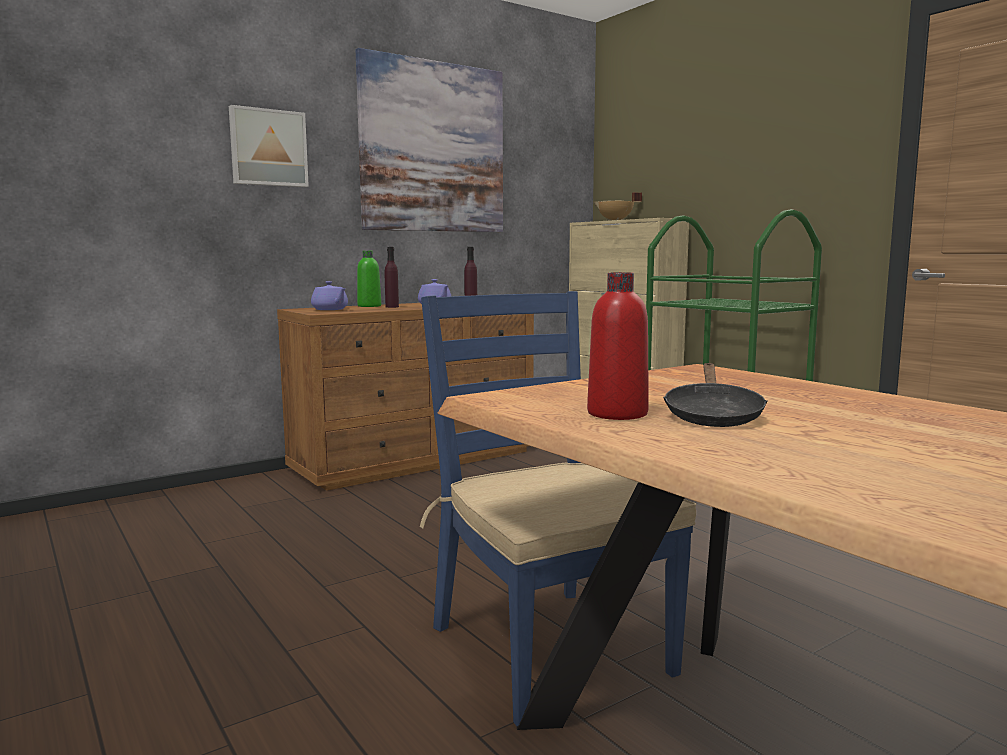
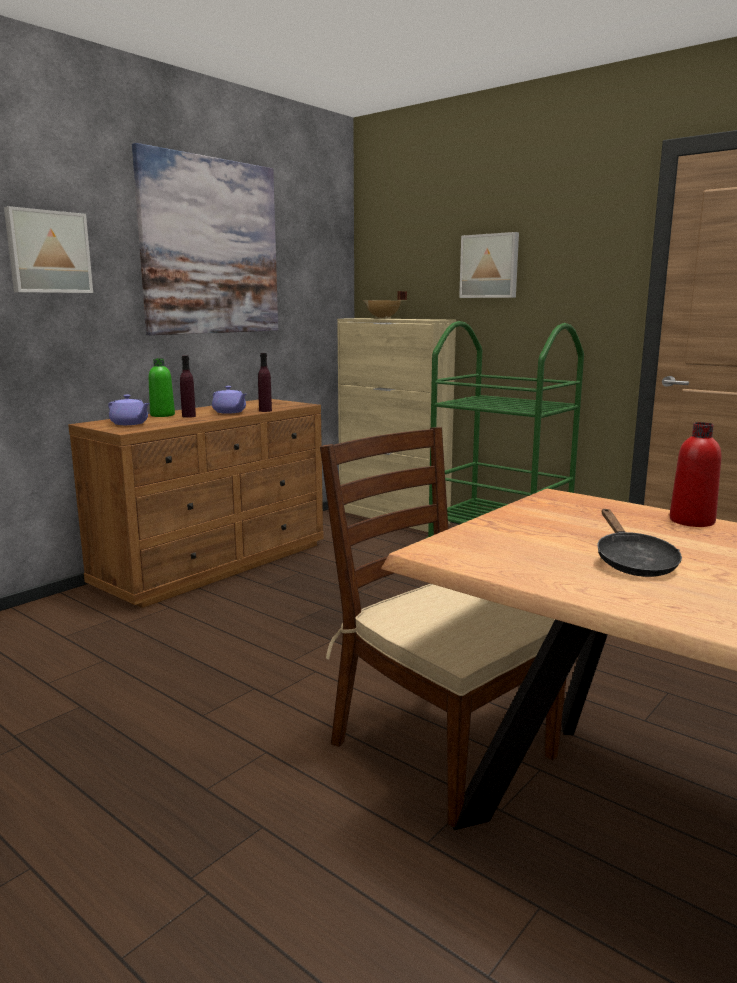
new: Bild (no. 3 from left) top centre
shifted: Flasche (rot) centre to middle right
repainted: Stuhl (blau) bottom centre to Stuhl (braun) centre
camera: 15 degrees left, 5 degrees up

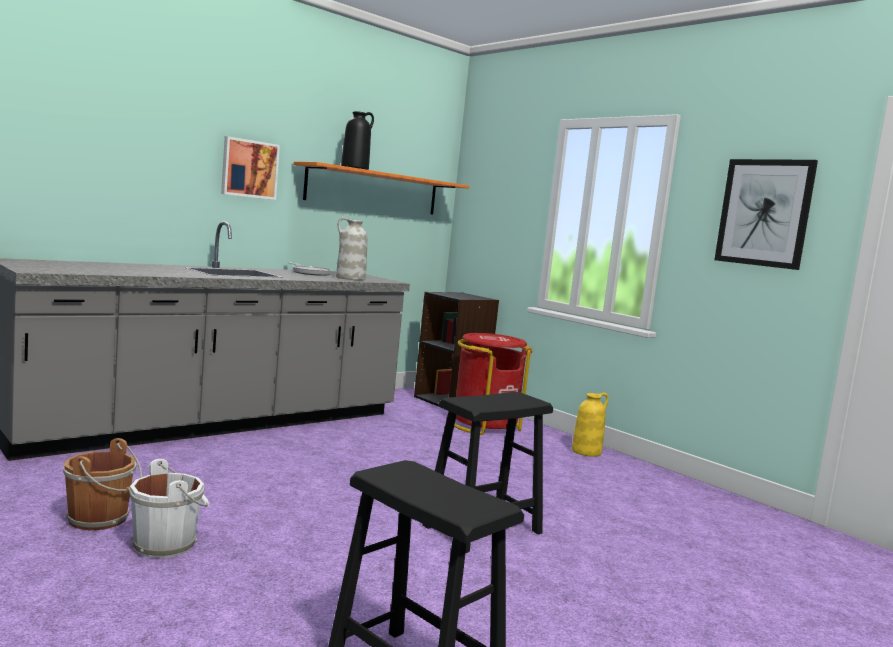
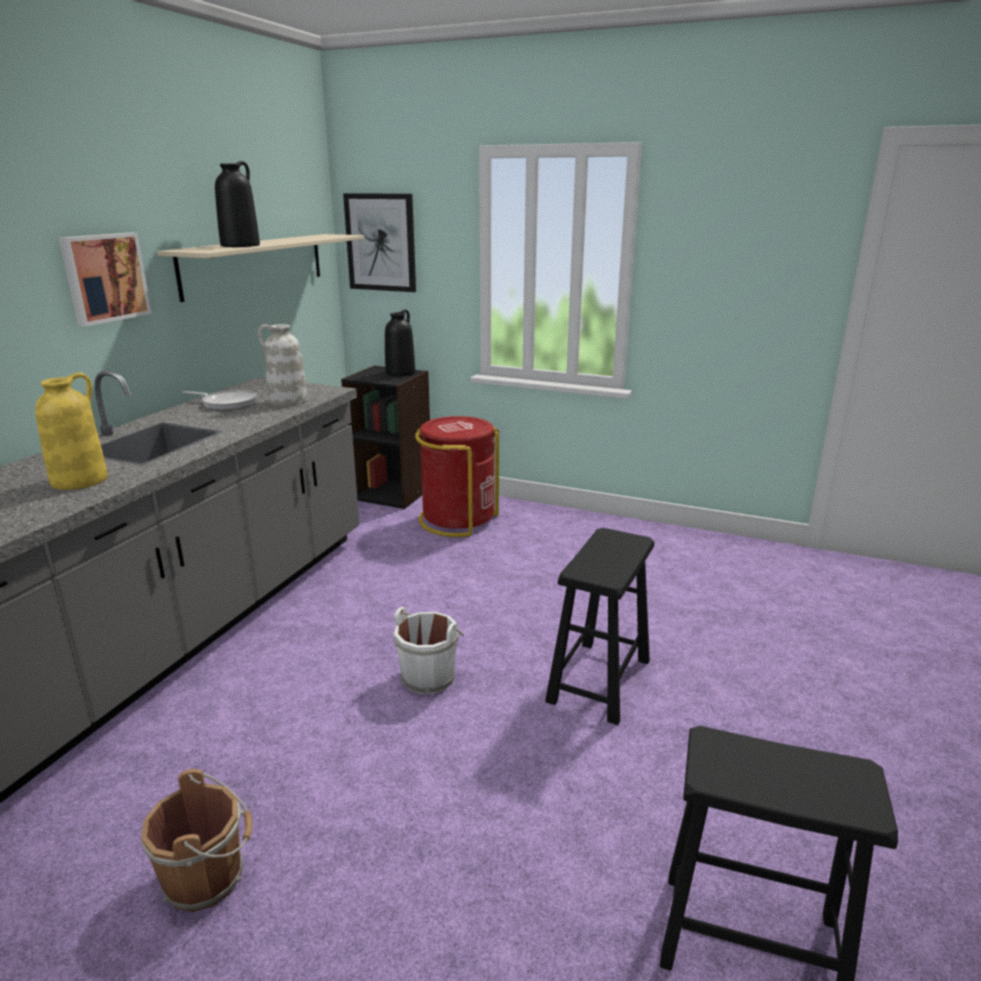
new: Vase (schwarz) (no. 2 from left) centre
shifted: Eimer (weiß) bottom left to centre; Vase (gelb) centre to middle left; Bild (no. 2 from left) top right to top centre
repainted: Wandregal (orange) top centre to Wandregal (beige) top left
camera: 25 degrees left, 15 degrees up

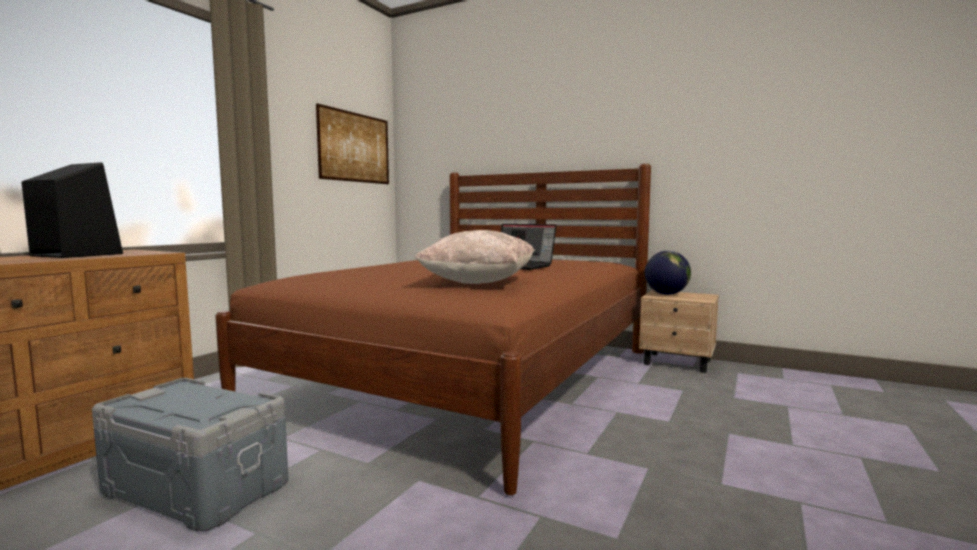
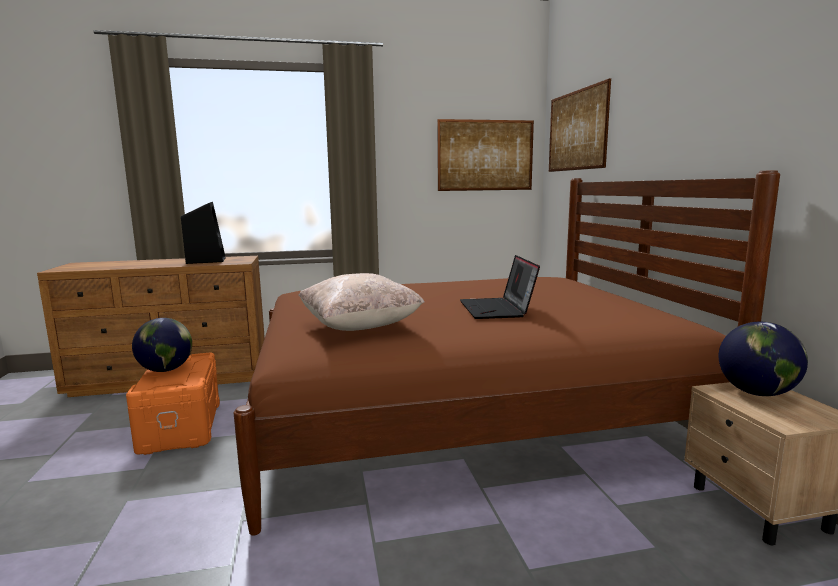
new: Globus (no. 1 from left) middle left; Bild (no. 2 from left) top right
repainted: Aufbewahrungsbox (grau) bottom left to Aufbewahrungsbox (orange) bottom left
camera: 50 degrees right, 5 degrees up

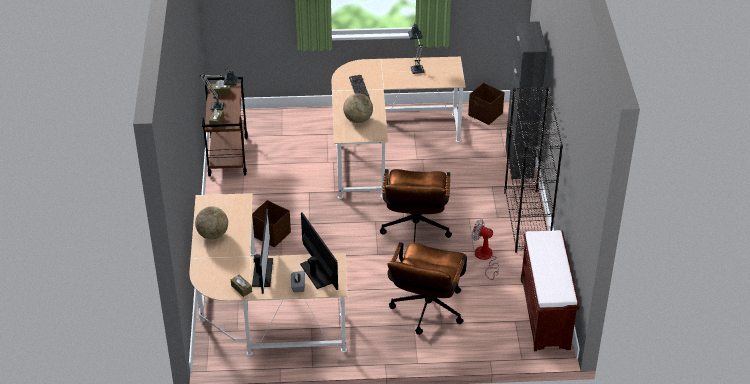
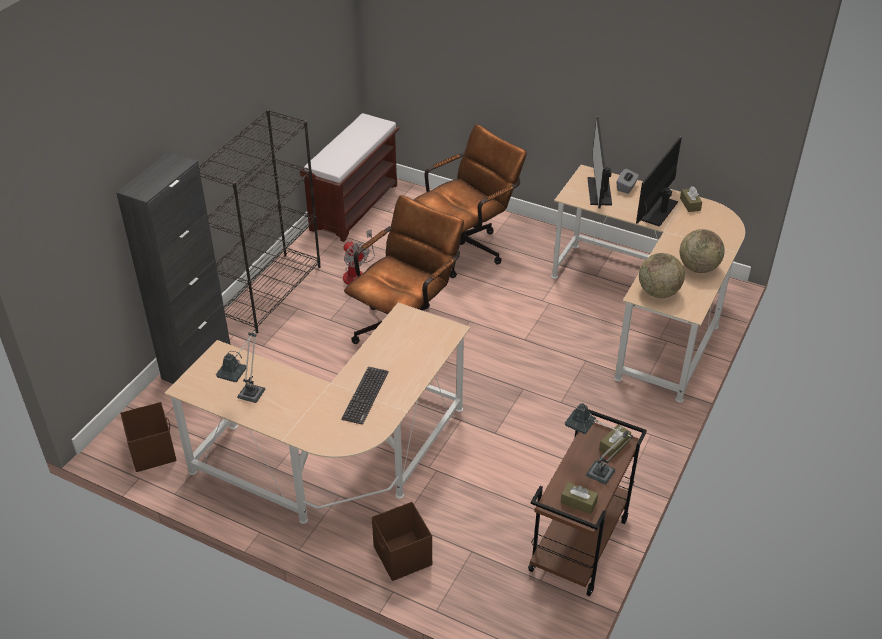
shifted: Aufbewahrungsbox (braun) (no. 1 from left in the first image) centre to Aufbewahrungsbox (braun) (no. 2 from left) bottom centre; Globus (no. 2 from left in the first image) top centre to Globus (no. 1 from left) middle right
camera: 150 degrees left, 0 degrees up

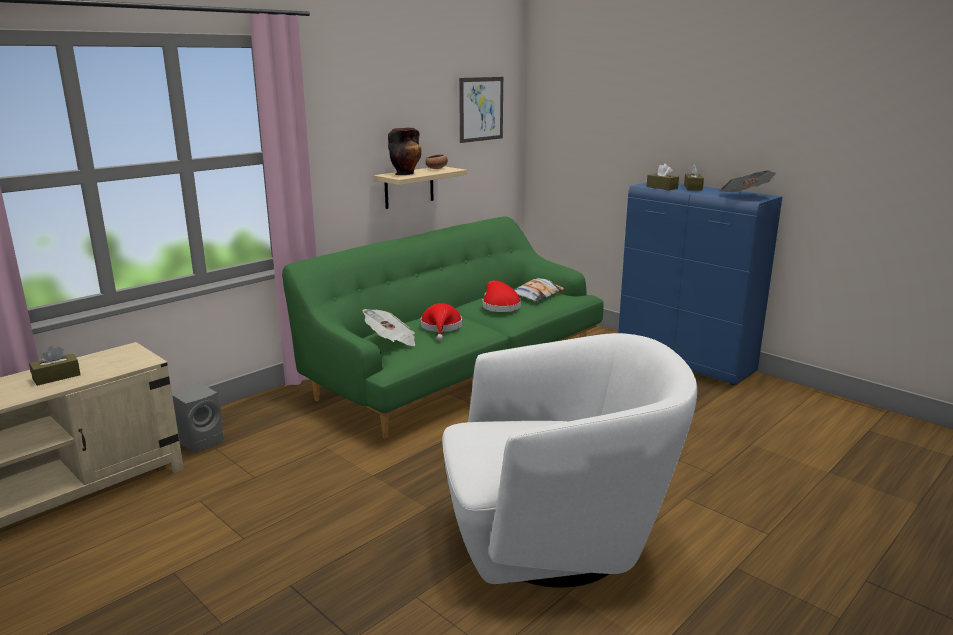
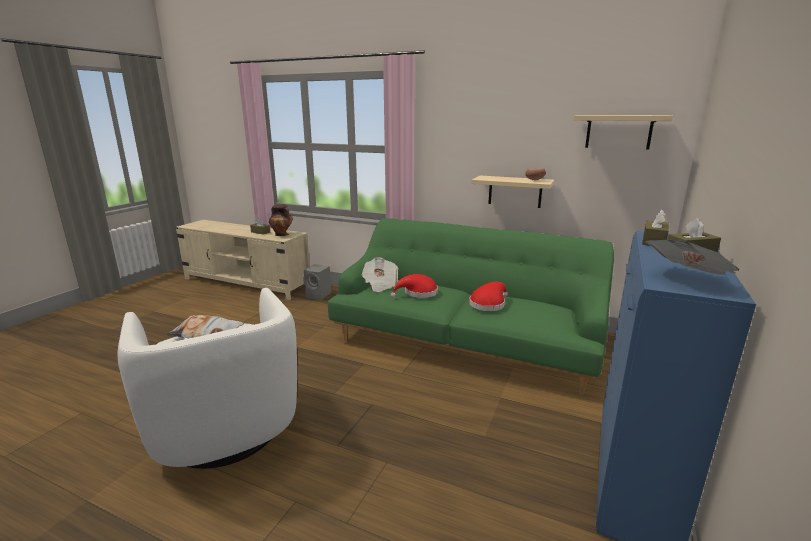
shifted: Vase top centre to centre; Kissen centre to middle left
swapped: Bild top centre to Wandregal (beige) (no. 2 from left) top right
camera: 70 degrees right, 0 degrees up

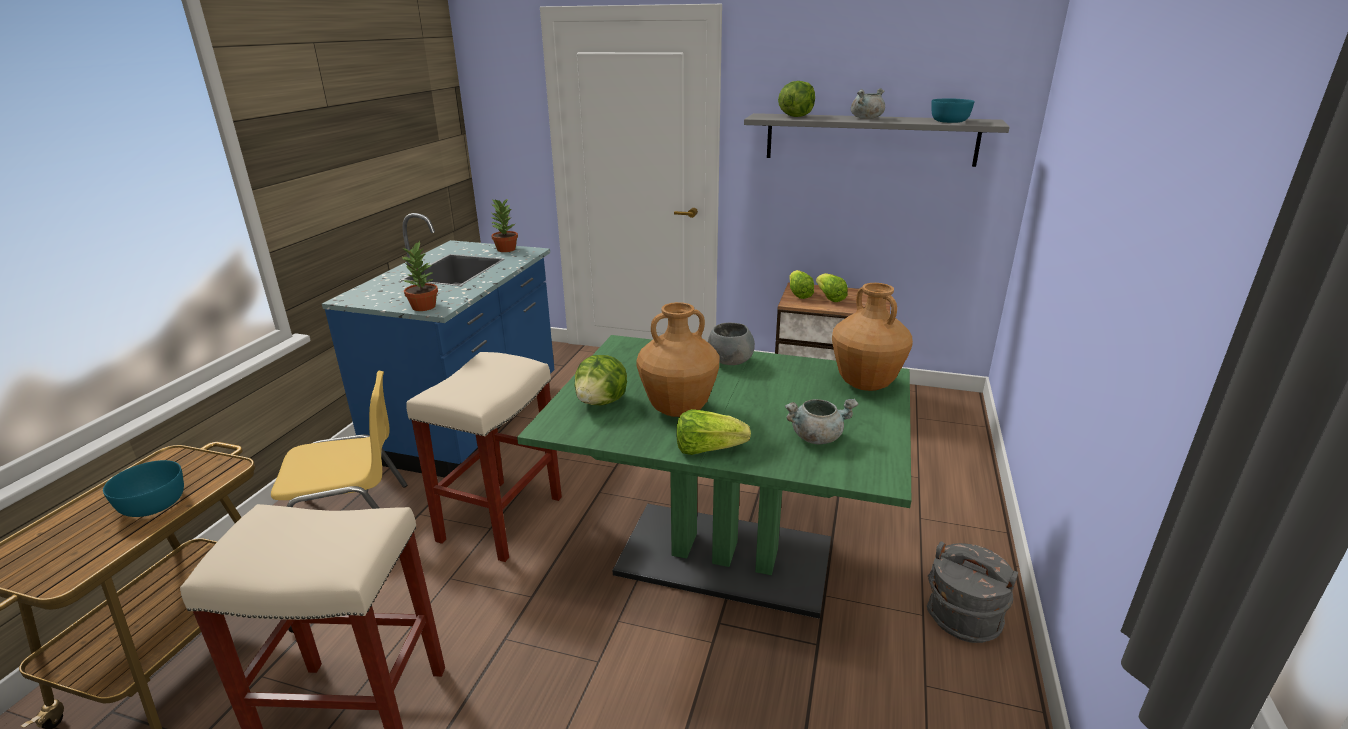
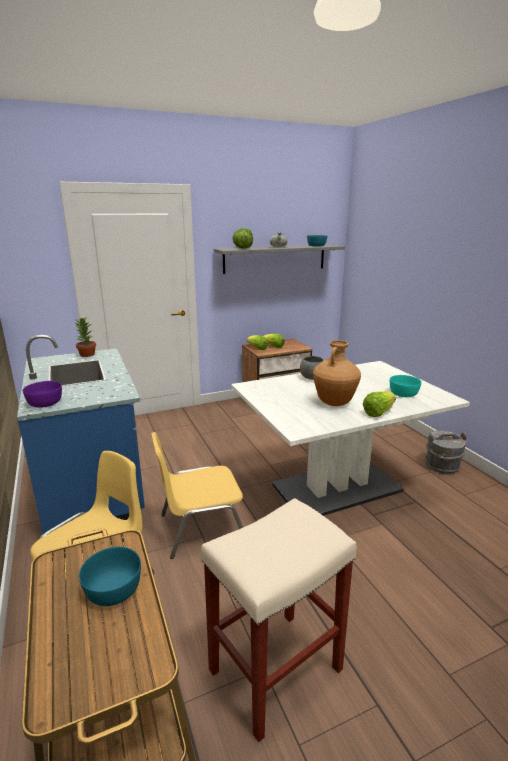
gone: Topfpflanze (no. 1 from left) middle left; Salatkopf (no. 1 from left) centre; Vase (braun) (no. 2 from left) centre
new: Schüssel (lila) middle left
swapped: Hocker (beige) (no. 2 from left) centre to Stuhl (gelb) (no. 2 from left) centre; Kochtopf (grau) (no. 1 from left) centre to Schüssel (türkis) (no. 3 from left) middle right
repainted: Esstisch (grün) centre to Esstisch (weiß) middle right
camera: 40 degrees left, 5 degrees down

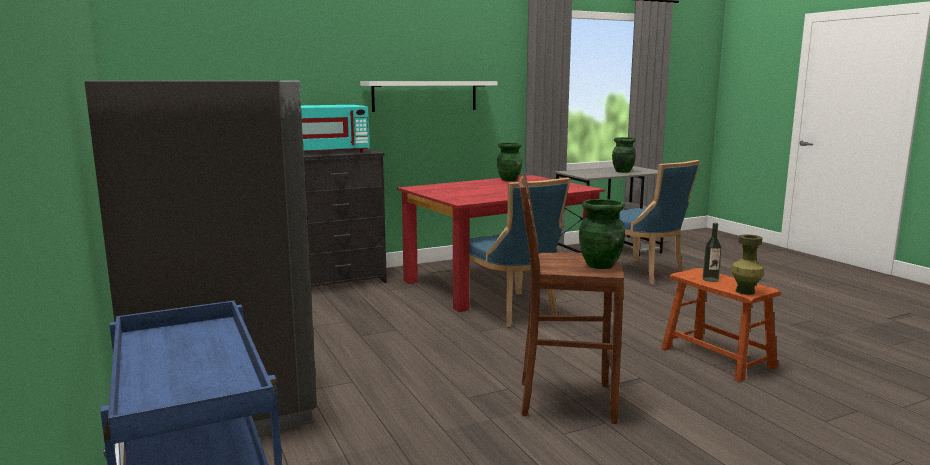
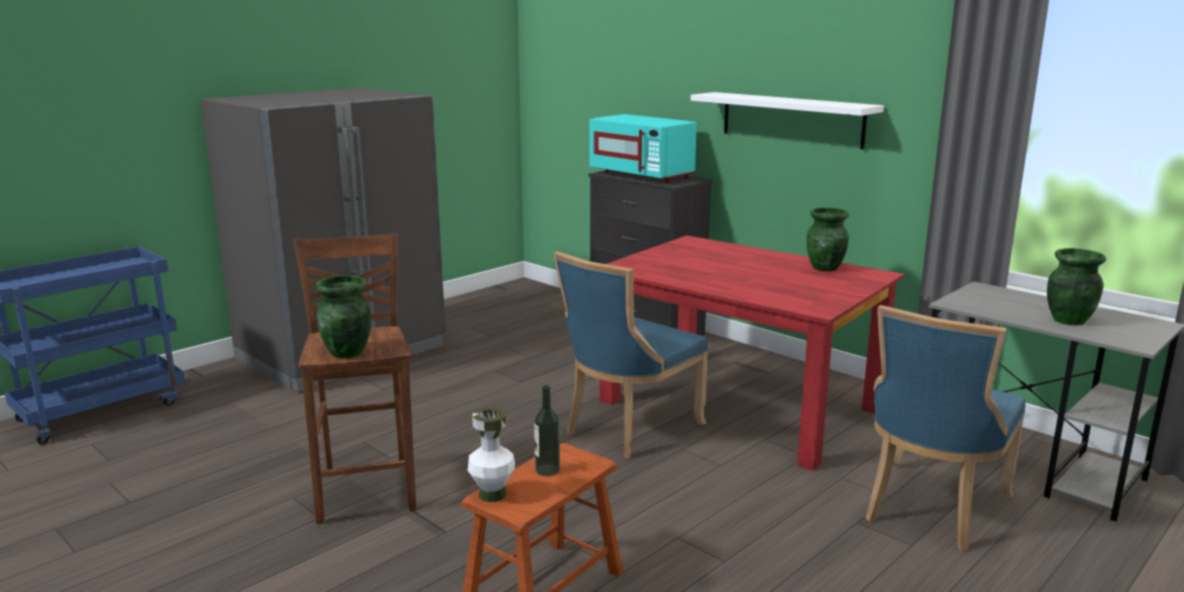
repainted: Vase (grün) (no. 4 from left) middle right to Vase (weiß) bottom centre
camera: 70 degrees right, 5 degrees up

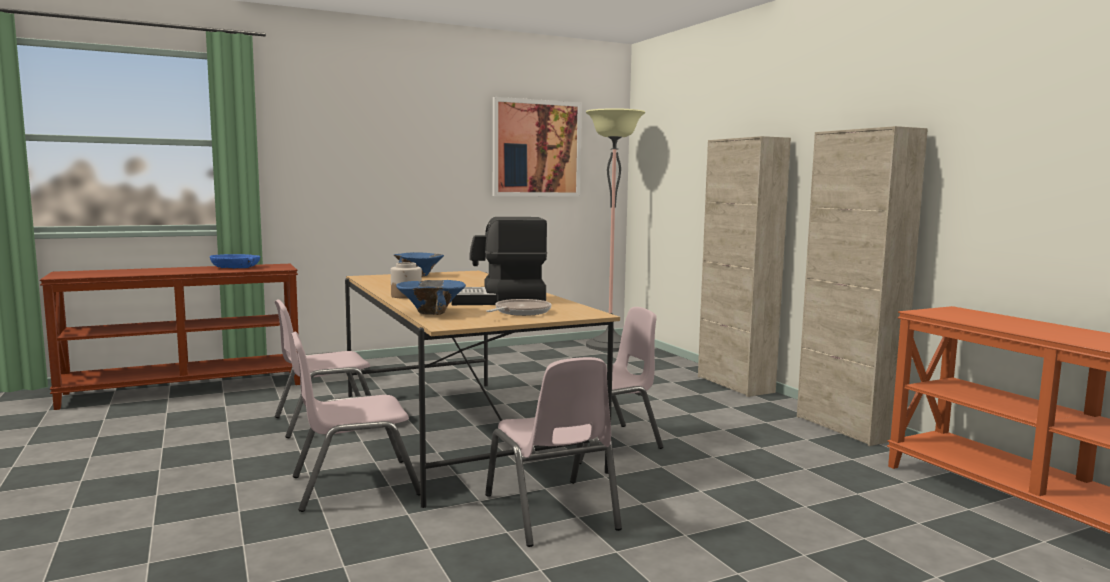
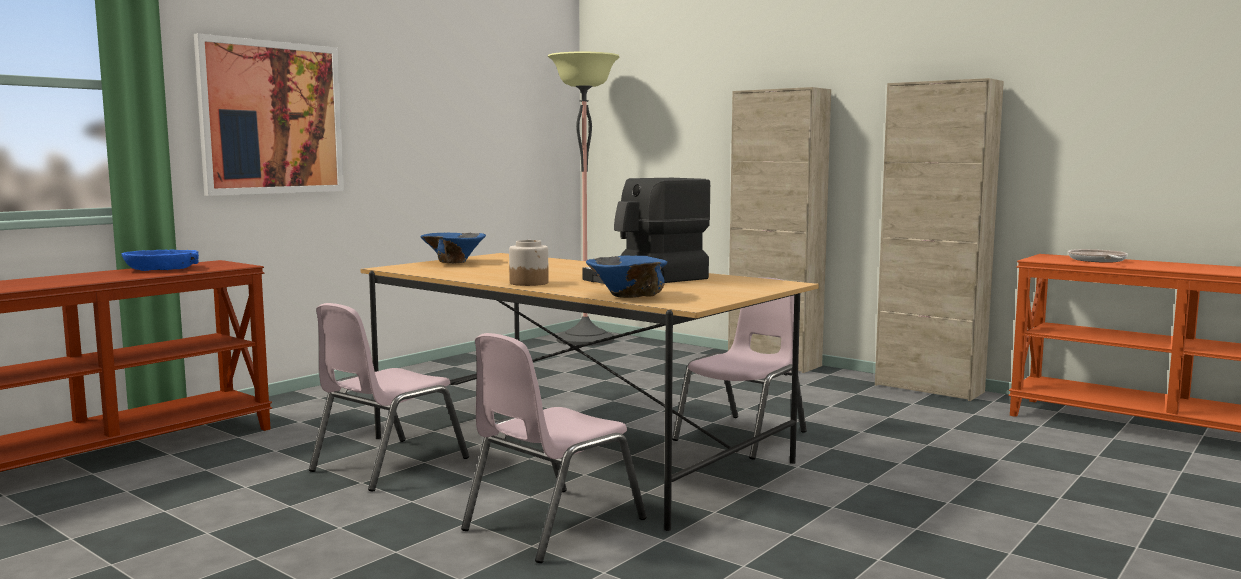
gone: Stuhl (rosa) (no. 3 from left) bottom centre
shifted: Pfanne centre to middle right; Bild top centre to top left
camera: 25 degrees left, 0 degrees up

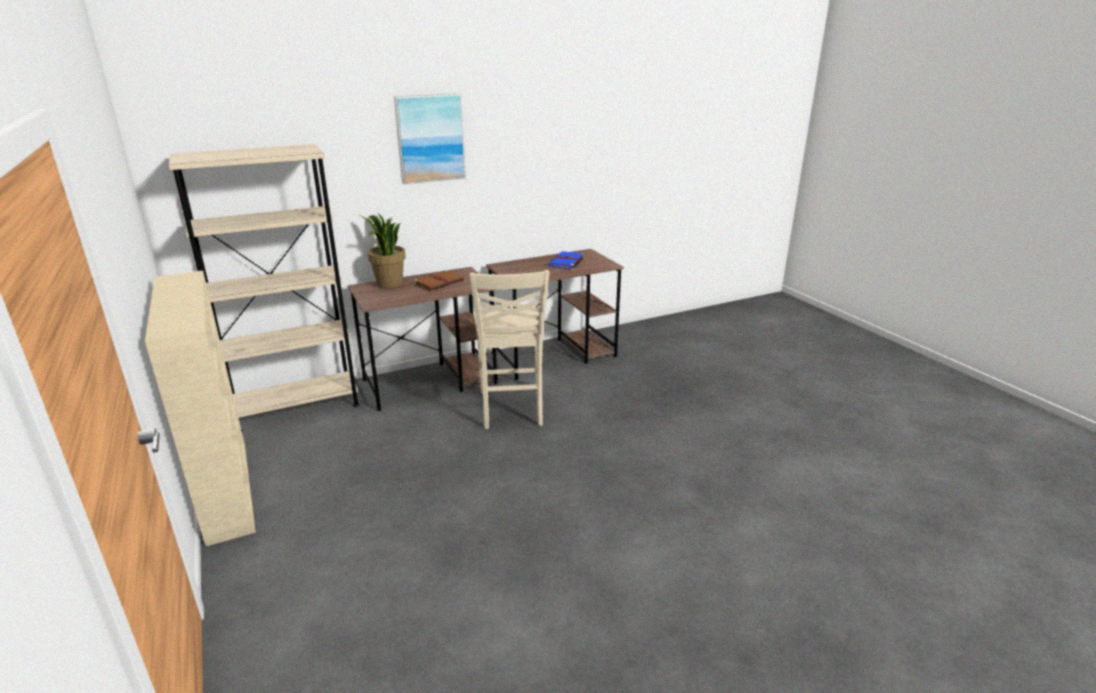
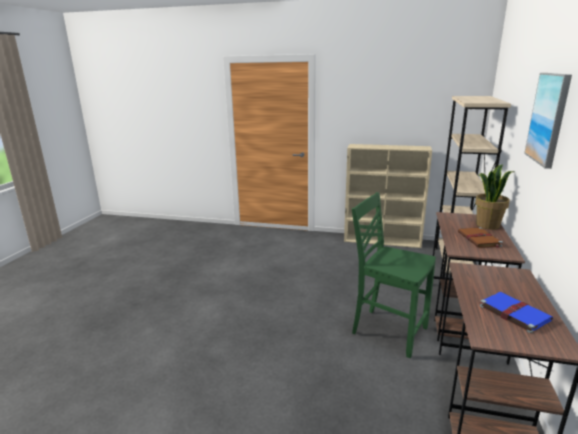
repainted: Stuhl (beige) centre to Stuhl (grün) middle right
camera: 130 degrees right, 5 degrees down

